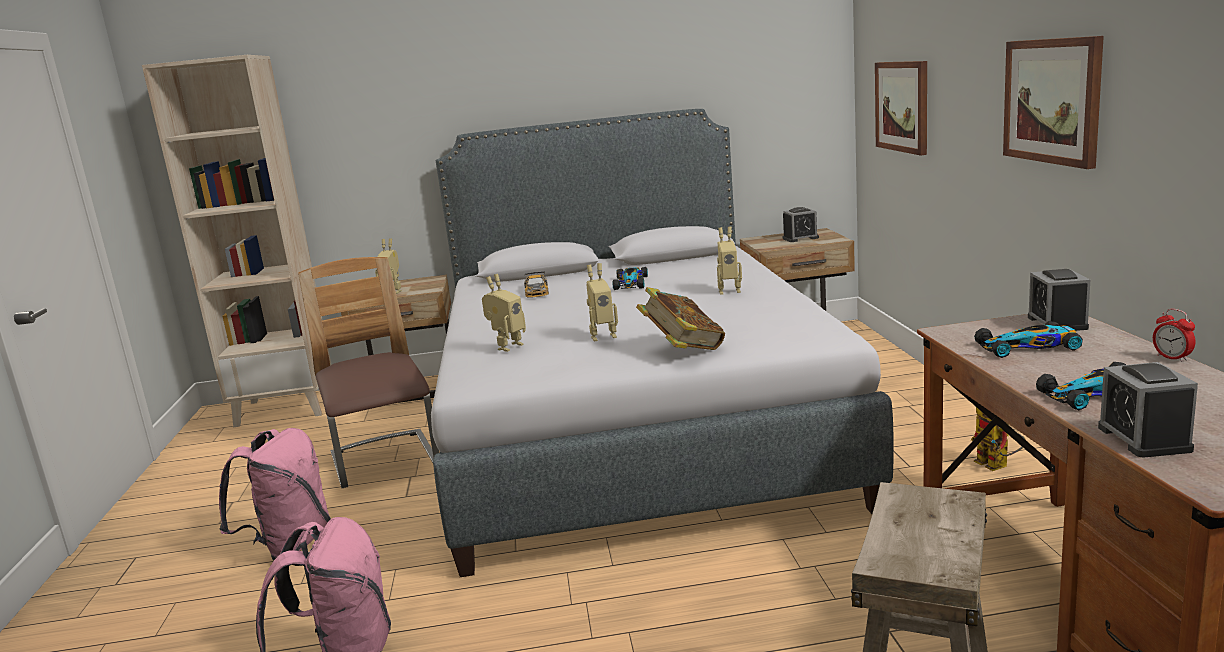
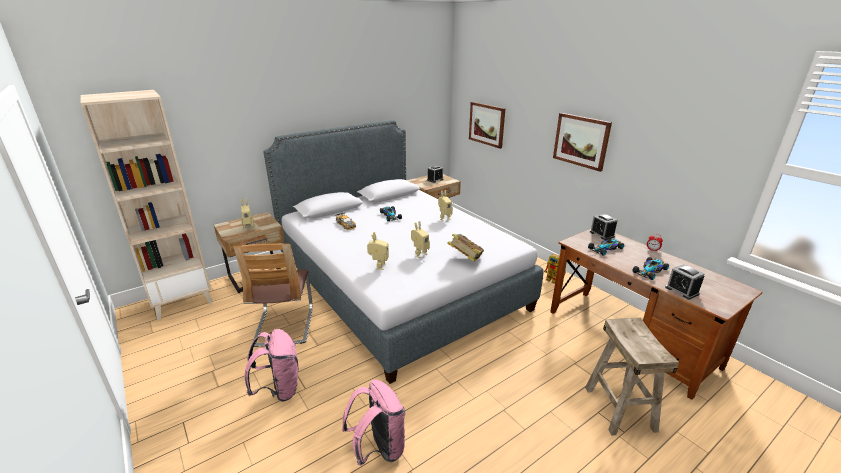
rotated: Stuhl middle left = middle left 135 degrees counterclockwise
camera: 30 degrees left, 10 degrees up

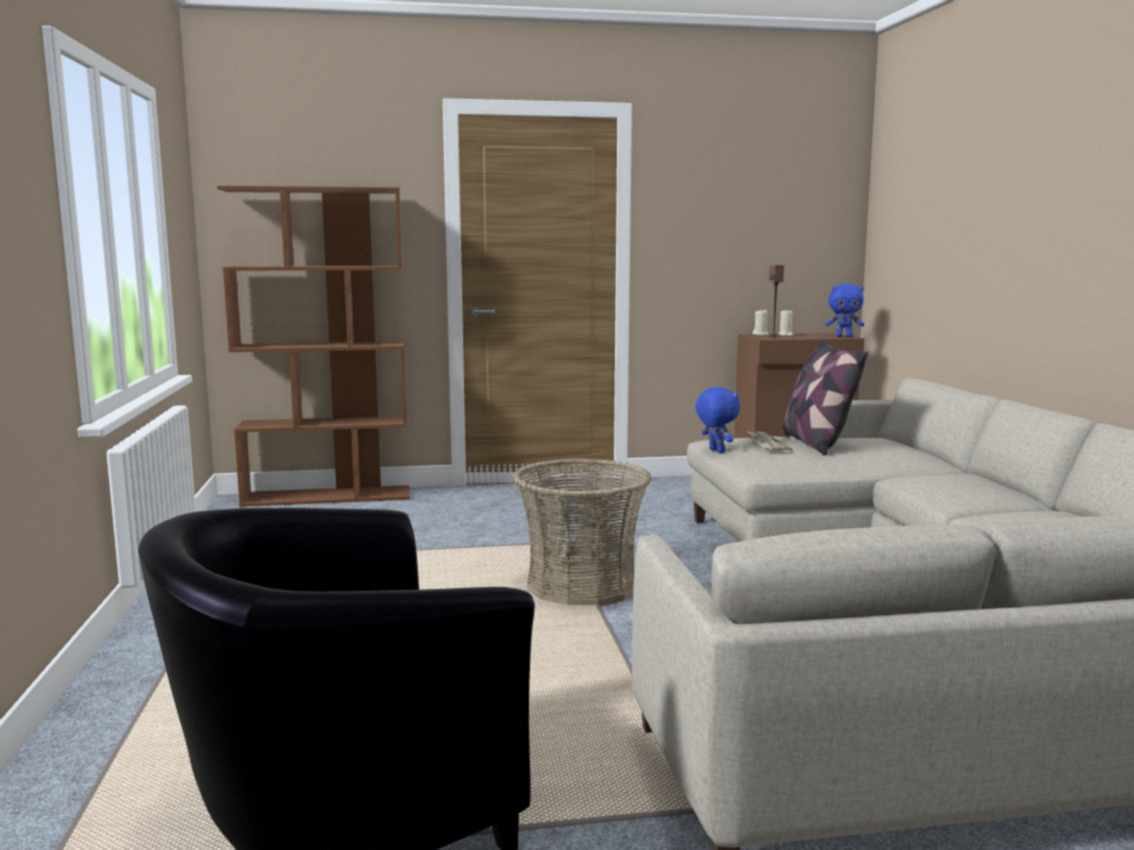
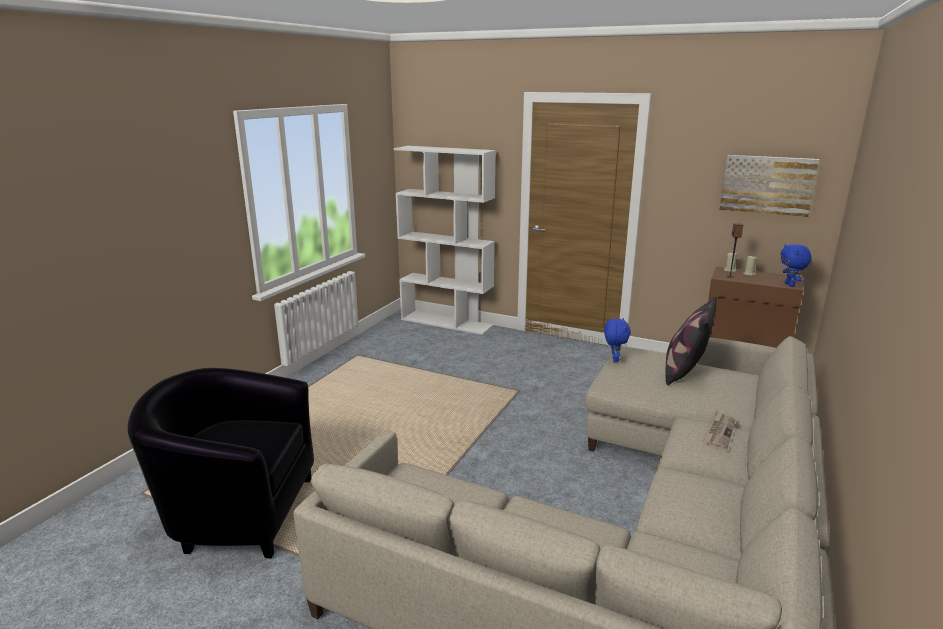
gone: Korb centre
new: Bild top right
shifted: Zeitung middle right to bottom right
repainted: Bücherregal (braun) middle left to Bücherregal (weiß) centre
rotated: Plüschtier (blau) (no. 2 from left) middle right = middle right 45 degrees clockwise
camera: 35 degrees right, 10 degrees up

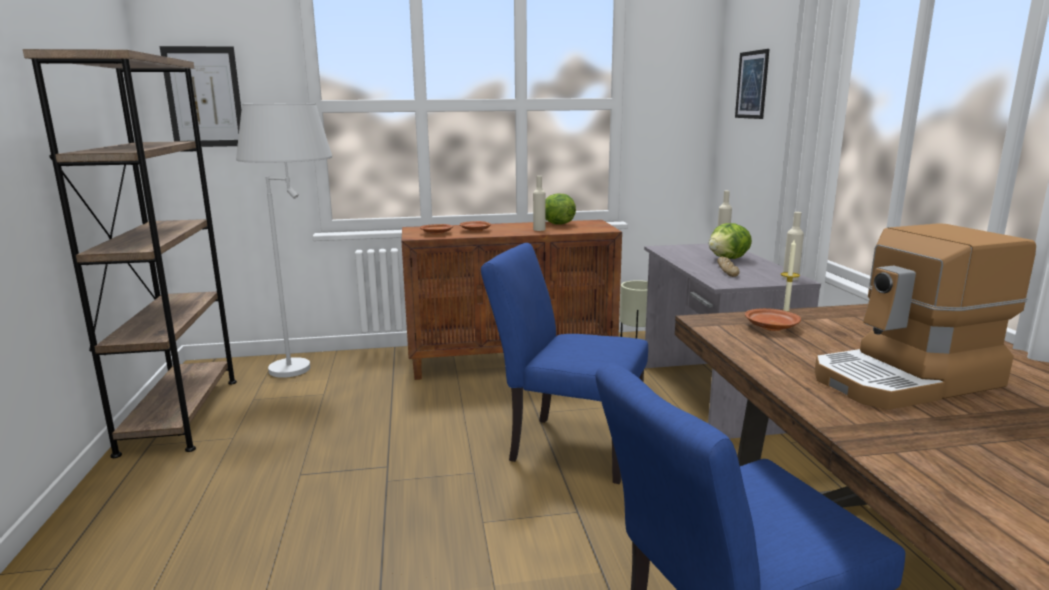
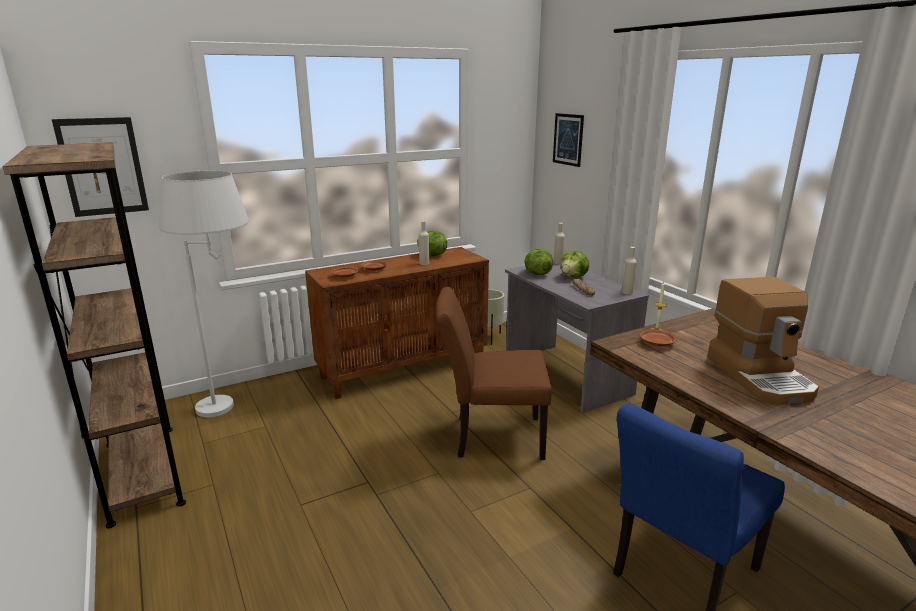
new: Salatkopf (no. 2 from left) centre
repainted: Stuhl (blau) (no. 1 from left) centre to Stuhl (braun) centre
rotated: Kaffeemaschine middle right = middle right 60 degrees counterclockwise
camera: 20 degrees left, 5 degrees up

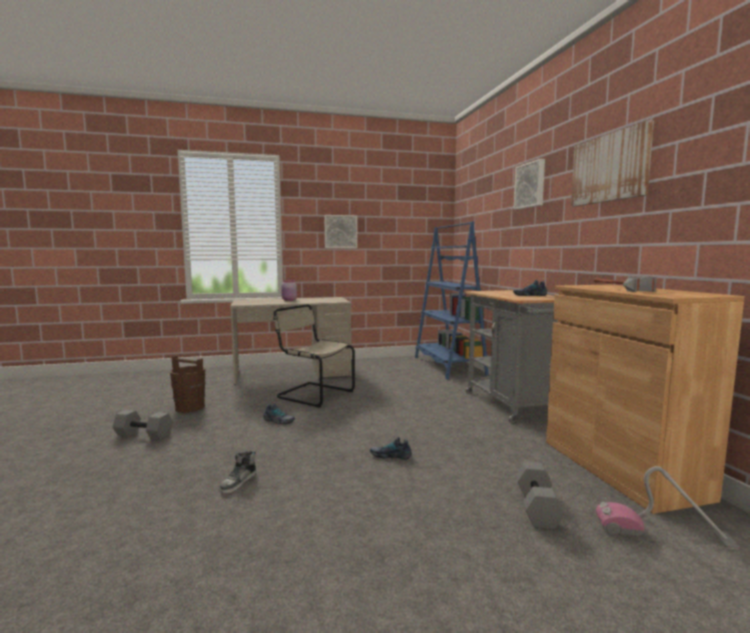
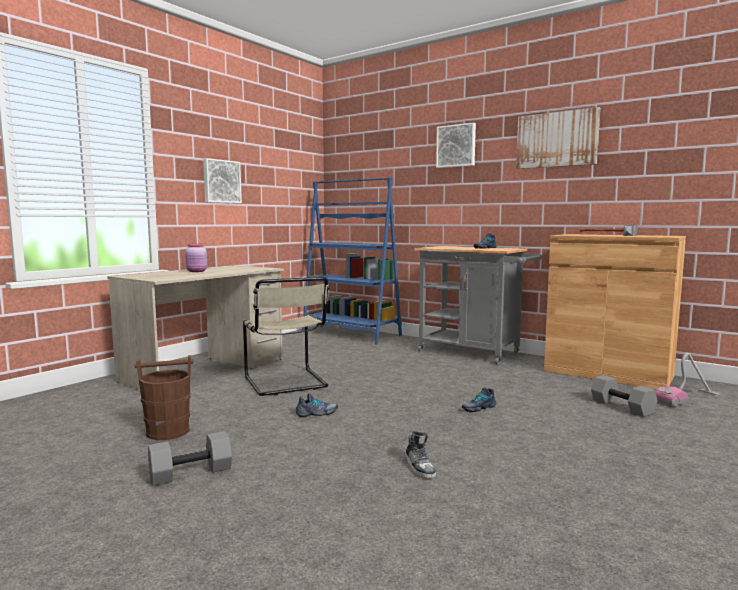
rotated: Stuhl (beige) centre = centre 105 degrees counterclockwise
camera: 40 degrees left, 0 degrees up

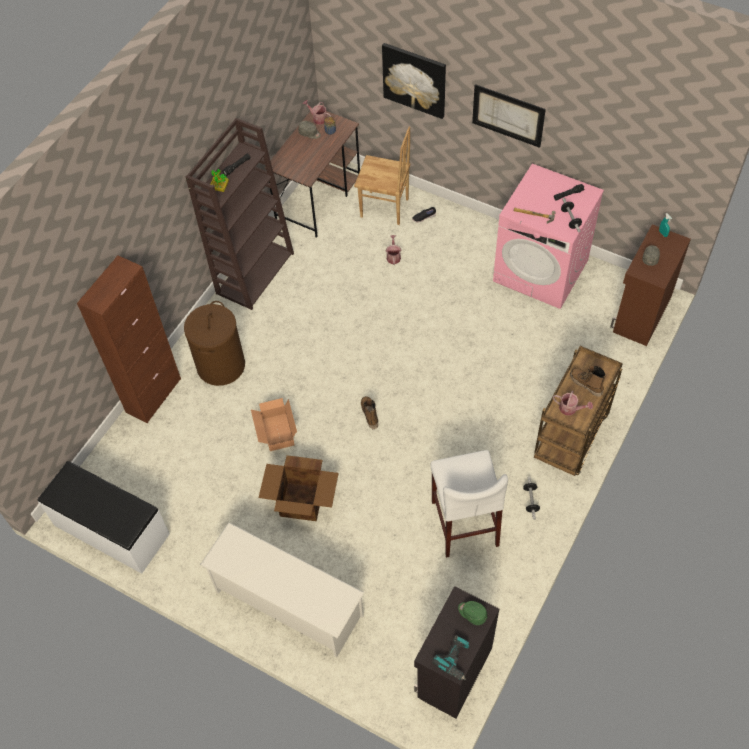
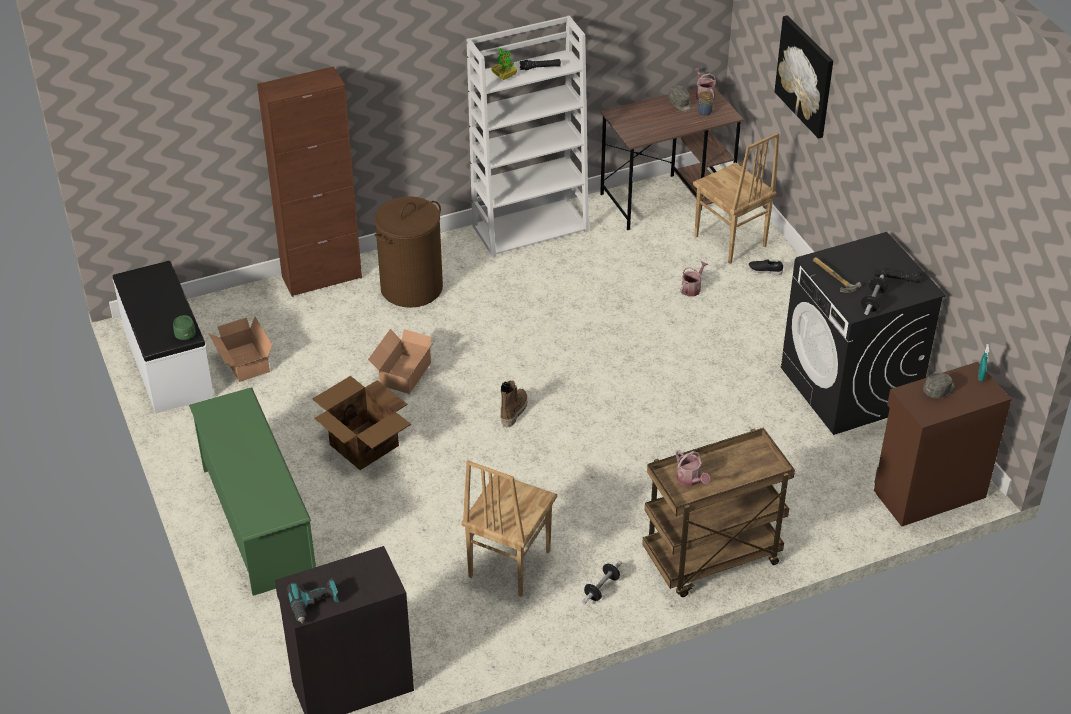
gone: Bild (no. 2 from left) top right; Stiefel (no. 2 from left) middle right
new: Karton (no. 1 from left) middle left
shifted: Kappe (grün) bottom centre to middle left
swapped: Hocker (weiß) bottom centre to Stuhl (braun) (no. 1 from left) bottom centre
repainted: Bücherregal (braun) top left to Bücherregal (weiß) top centre; Schuhregal (weiß) bottom centre to Schuhregal (grün) bottom left; Waschmaschine (rosa) top right to Waschmaschine (schwarz) middle right
camera: 35 degrees right, 15 degrees down

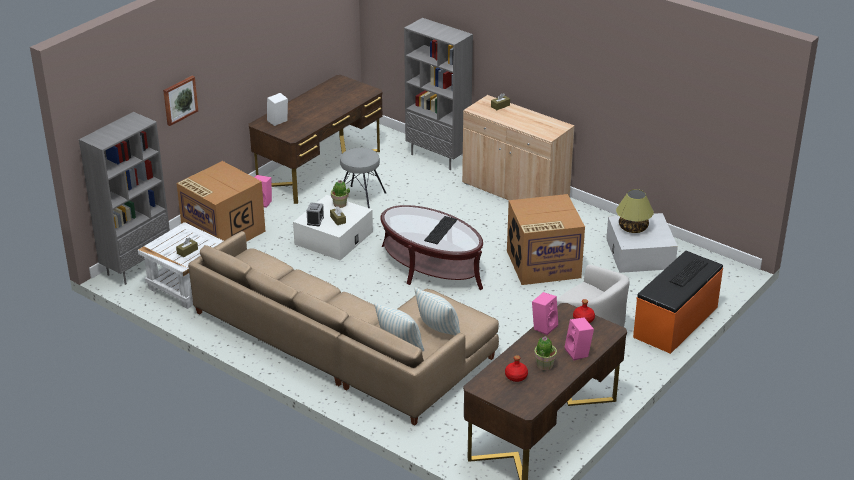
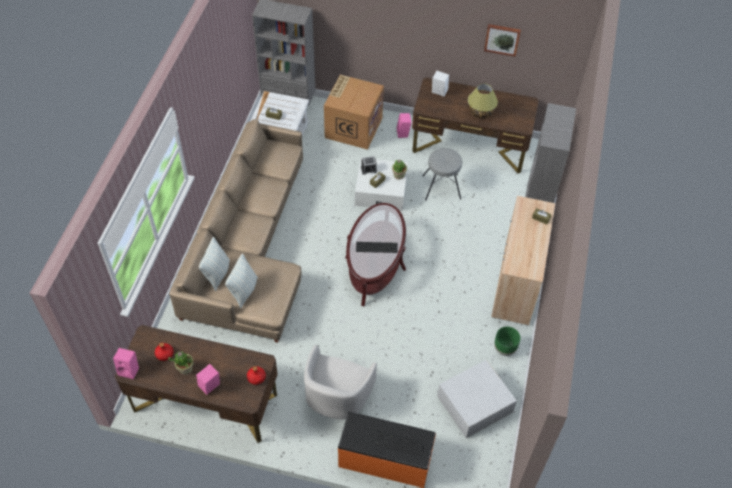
gone: Karton (no. 2 from left) centre
new: Pflanzkübel (grün) bottom right
shifted: Bild top left to top right; Lautsprecher (rosa) (no. 2 from left in the first image) centre to Lautsprecher (rosa) (no. 1 from left) bottom left; Tischlampe middle right to top centre
camera: 65 degrees right, 20 degrees up

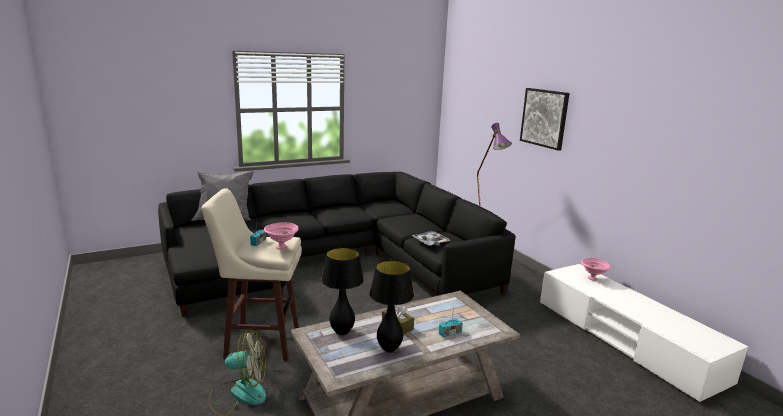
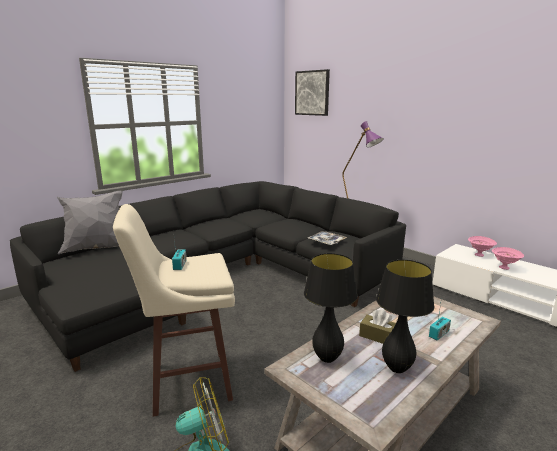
shifted: Schüssel (rosa) (no. 1 from left in the first image) centre to Schüssel (rosa) (no. 2 from left) middle right; Bild top right to top centre
camera: 15 degrees left, 0 degrees up

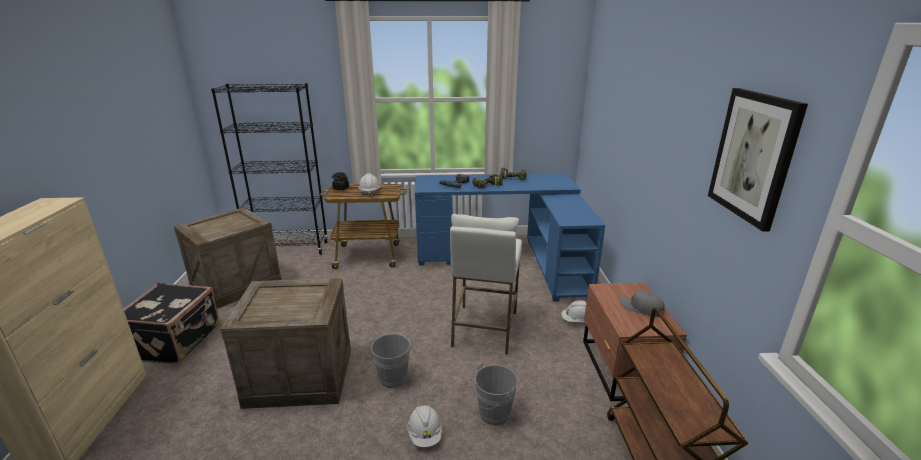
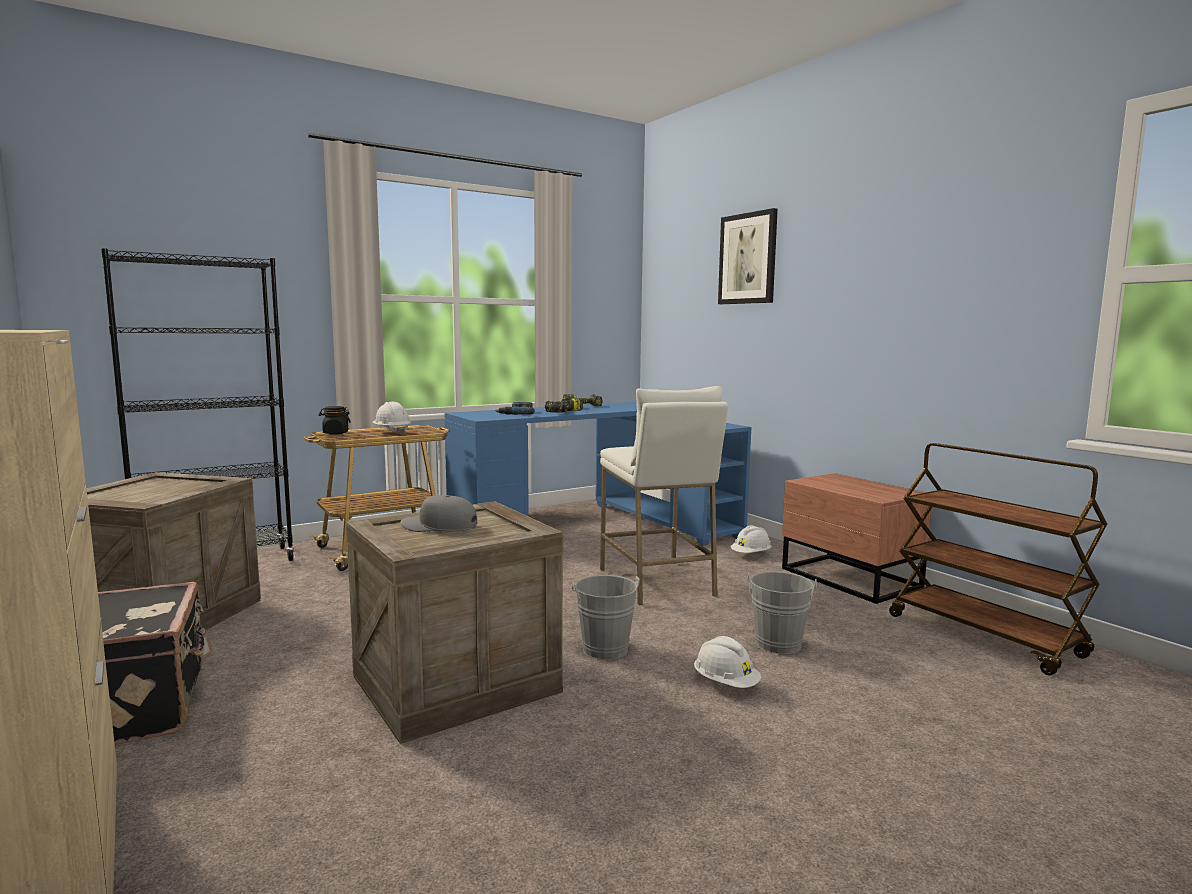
shifted: Kappe (grau) middle right to centre; Bild middle right to top centre
camera: 30 degrees left, 15 degrees down

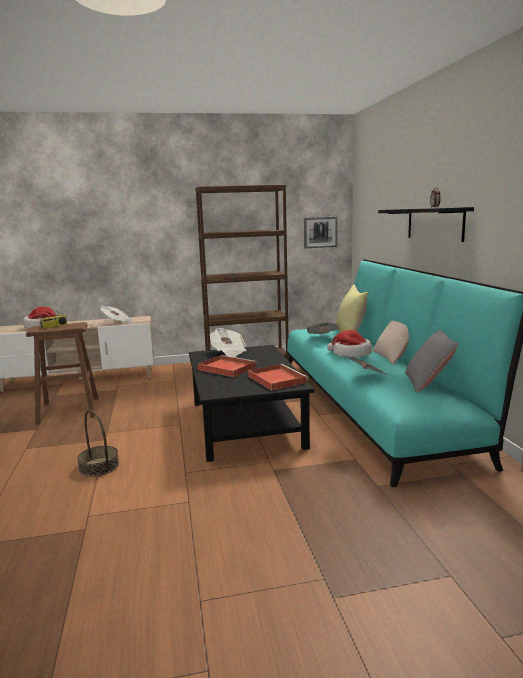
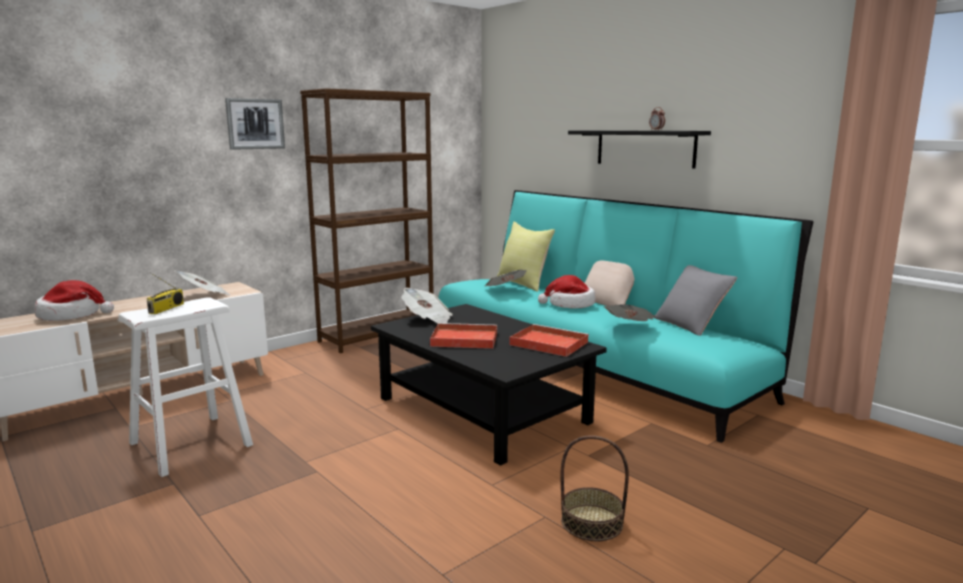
shifted: Korb middle left to bottom centre; Bild centre to top left
repainted: Hocker (braun) middle left to Hocker (weiß) middle left
camera: 30 degrees left, 0 degrees up

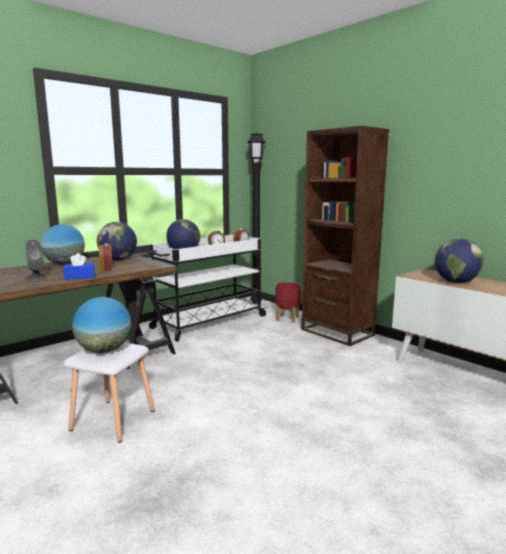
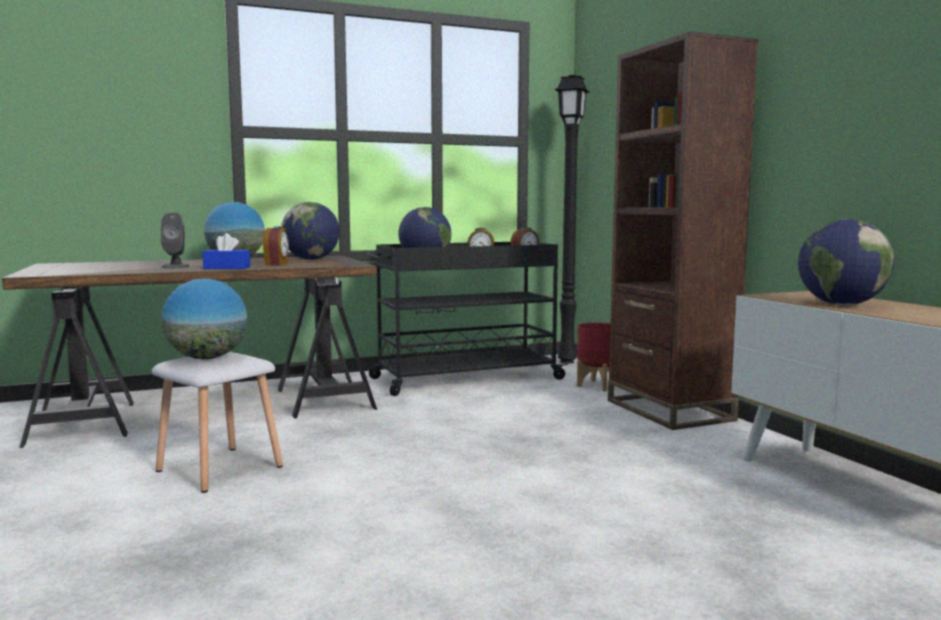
repainted: Rollwagen (weiß) centre to Rollwagen (schwarz) centre
camera: 20 degrees right, 5 degrees down

